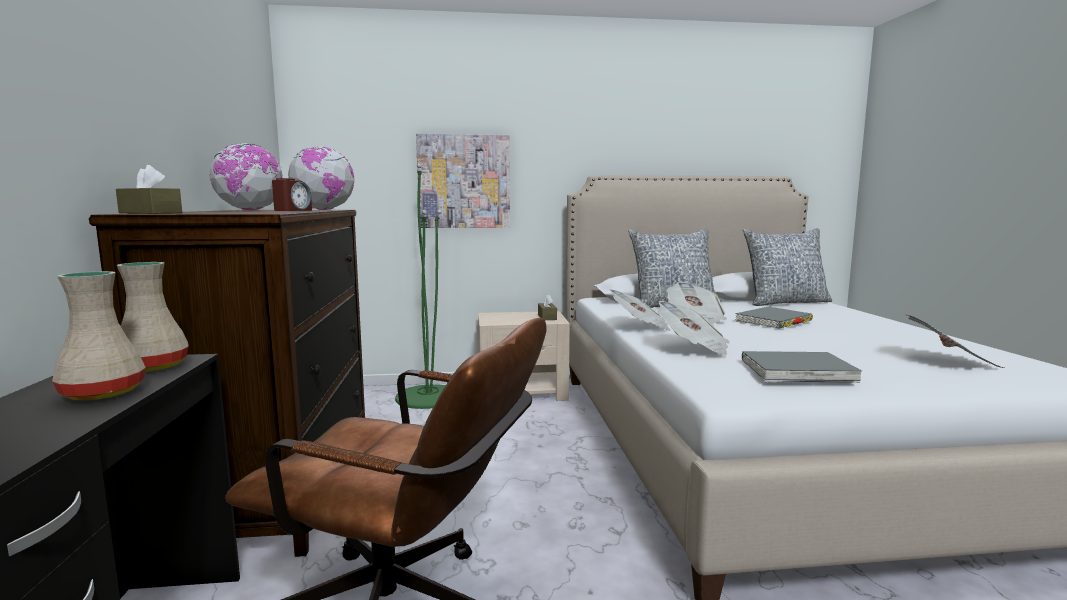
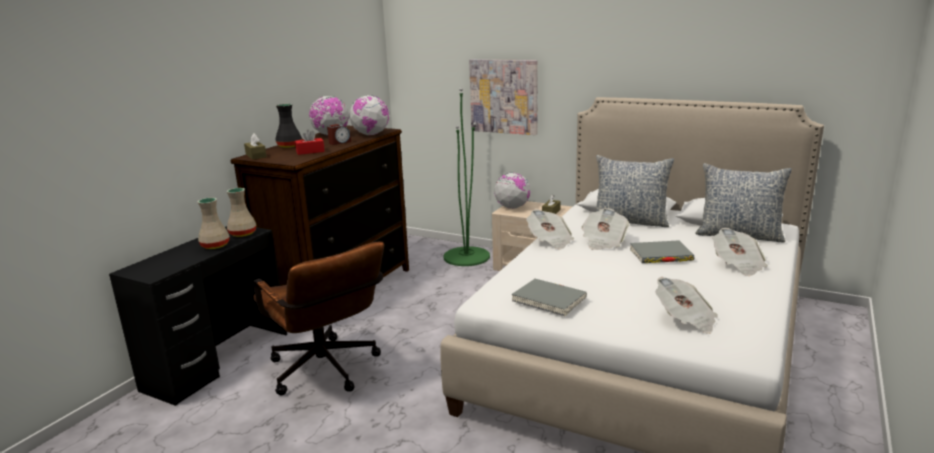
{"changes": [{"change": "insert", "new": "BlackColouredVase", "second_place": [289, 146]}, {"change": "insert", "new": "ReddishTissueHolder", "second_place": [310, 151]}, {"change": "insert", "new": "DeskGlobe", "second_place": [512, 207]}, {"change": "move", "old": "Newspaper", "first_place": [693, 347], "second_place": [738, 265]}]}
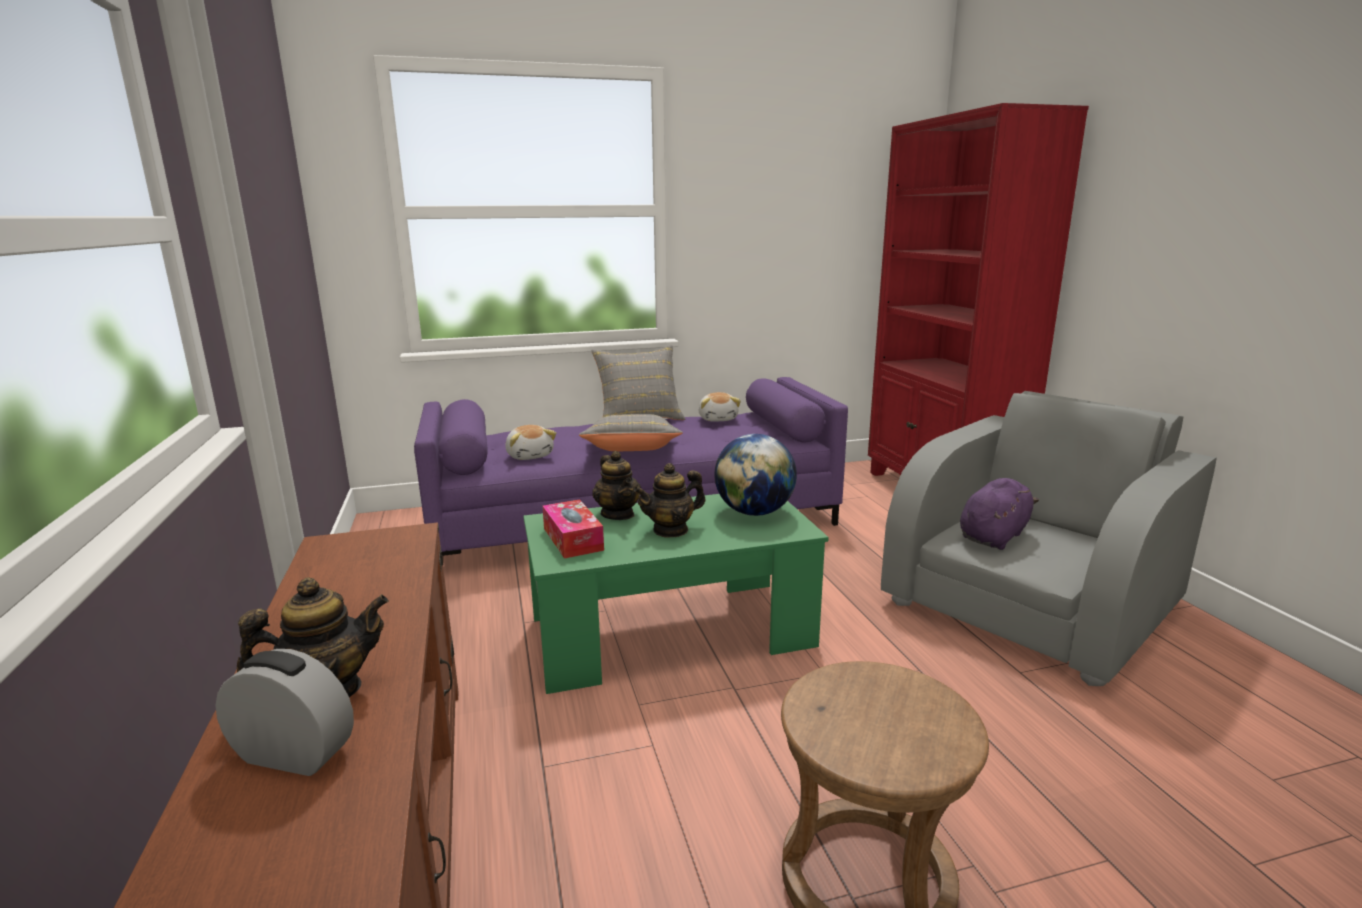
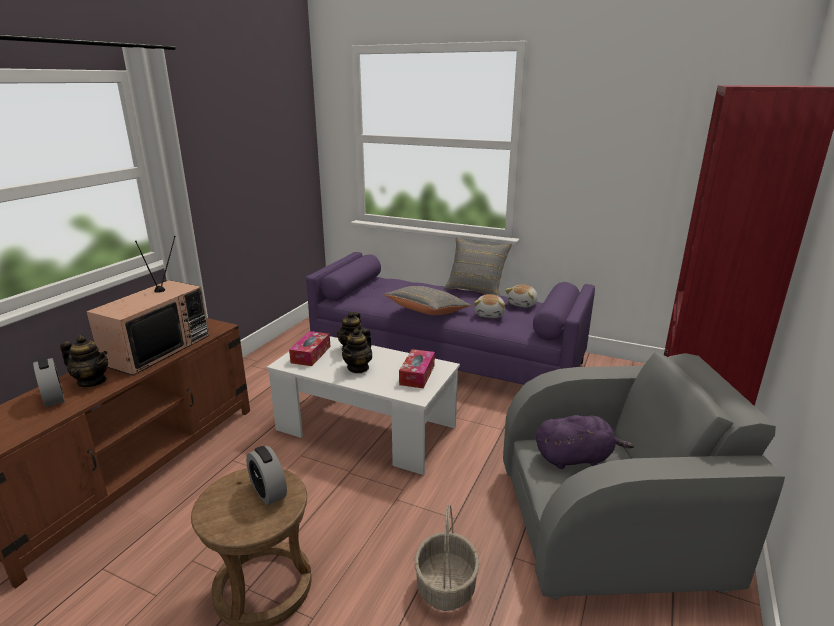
{"changes": [{"change": "insert", "new": "Tv", "second_place": [157, 348]}, {"change": "insert", "new": "BedsideClock", "second_place": [268, 492]}, {"change": "recolor", "old": "GreenishLowTable", "new": "WhiteColouredLowTable", "first_place": [671, 632], "second_place": [366, 428]}, {"change": "rotate", "old": "TeaPot", "first_place": [671, 530], "second_place": [358, 368], "degrees": -75}, {"change": "replace", "old": "DeskGlobe", "new": "TissueHolder", "first_place": [754, 512], "second_place": [417, 375]}, {"change": "insert", "new": "Basket", "second_place": [446, 587]}, {"change": "move", "old": "PlushToy", "first_place": [530, 455], "second_place": [490, 314]}]}
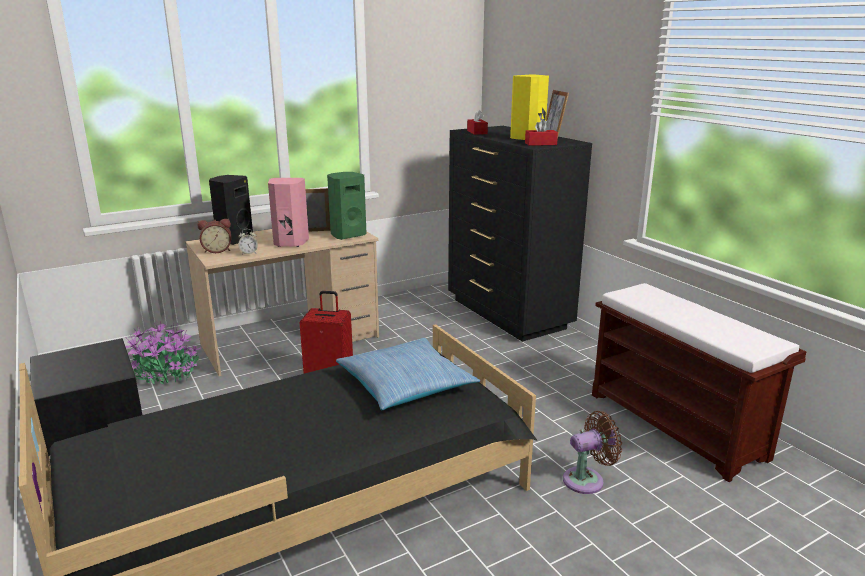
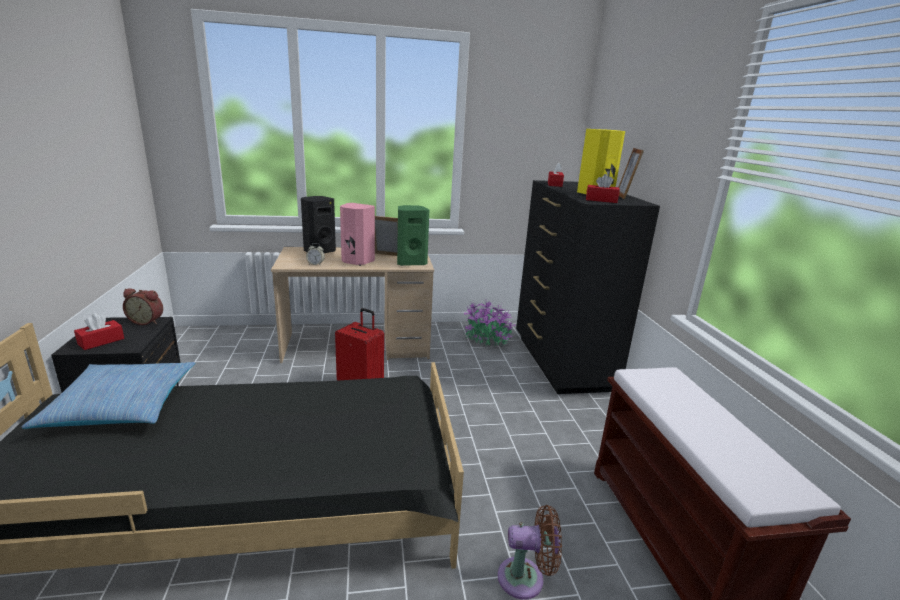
{"changes": [{"change": "move", "old": "ThrowPillow", "first_place": [406, 384], "second_place": [122, 405]}, {"change": "insert", "new": "ReddishTissueHolder", "second_place": [101, 341]}, {"change": "move", "old": "BedsideClock", "first_place": [217, 250], "second_place": [147, 321]}, {"change": "move", "old": "PlantInAPot", "first_place": [165, 374], "second_place": [486, 339]}]}
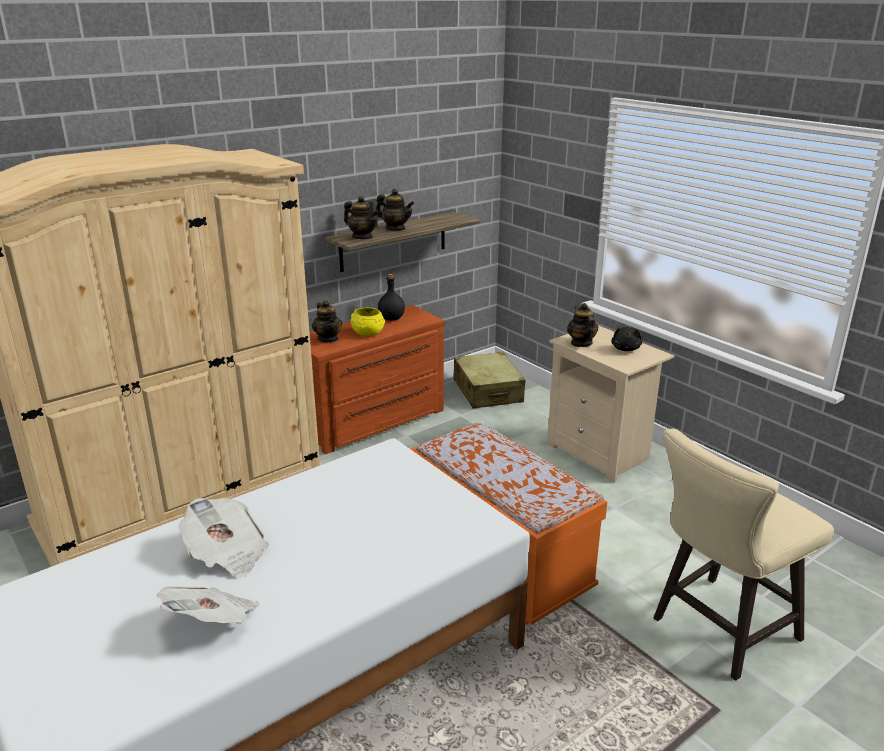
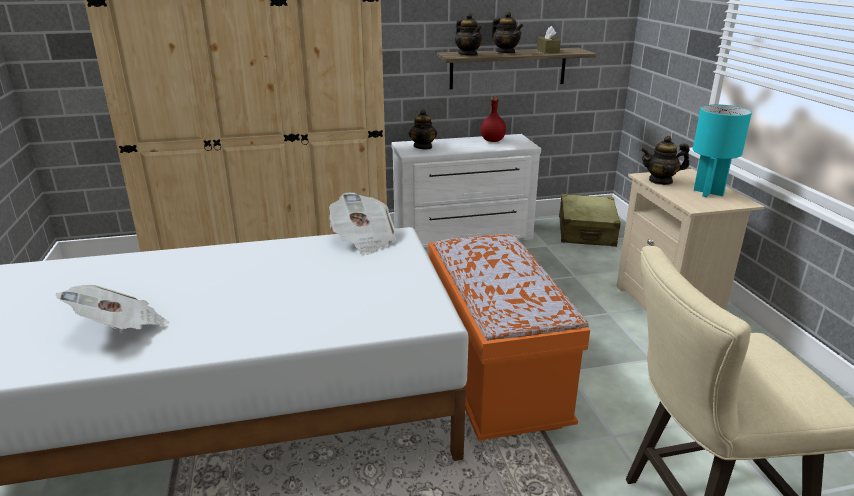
{"changes": [{"change": "move", "old": "Newspaper", "first_place": [227, 554], "second_place": [363, 240]}, {"change": "recolor", "old": "BrownColouredDrawerChest", "new": "WhiteColouredDrawerChest", "first_place": [374, 422], "second_place": [464, 236]}, {"change": "recolor", "old": "BlackColouredBottle", "new": "ReddishBottle", "first_place": [392, 318], "second_place": [493, 141]}, {"change": "insert", "new": "BrownColouredTissueHolder", "second_place": [547, 51]}, {"change": "rotate", "old": "TeaPot", "first_place": [581, 343], "second_place": [661, 181], "degrees": -105}, {"change": "replace", "old": "BlackColouredPlushToy", "new": "BlueGreenLampForATable", "first_place": [626, 349], "second_place": [709, 192]}, {"change": "delete", "old": "YellowColouredServingBowl", "first_place": [367, 333]}]}
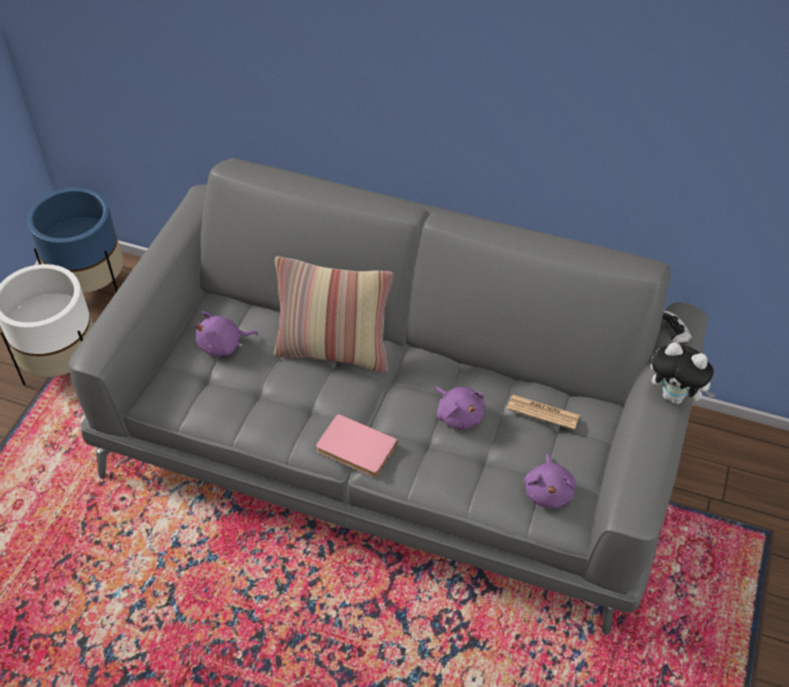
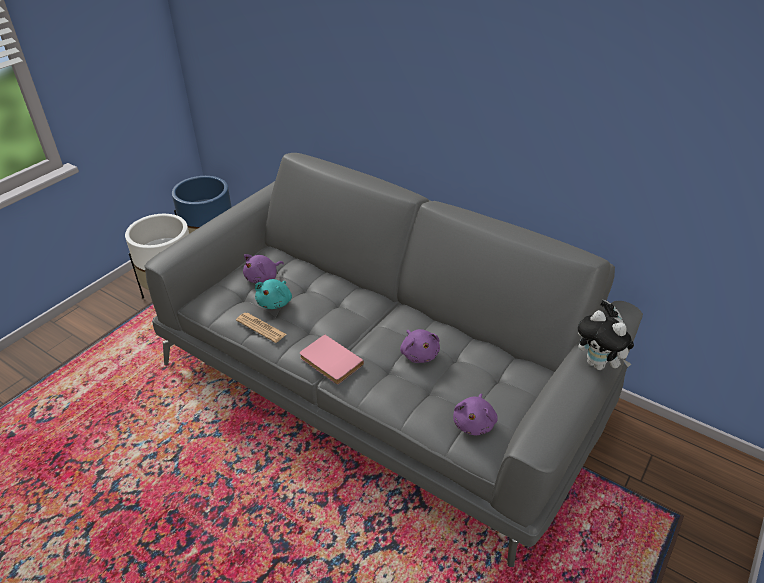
{"changes": [{"change": "move", "old": "Newspaper", "first_place": [543, 412], "second_place": [261, 328]}, {"change": "rotate", "old": "PurplishPlushToy", "first_place": [223, 345], "second_place": [263, 278], "degrees": -45}, {"change": "insert", "new": "BlueGreenPlushToy", "second_place": [275, 302]}, {"change": "delete", "old": "ThrowPillow", "first_place": [334, 351]}]}
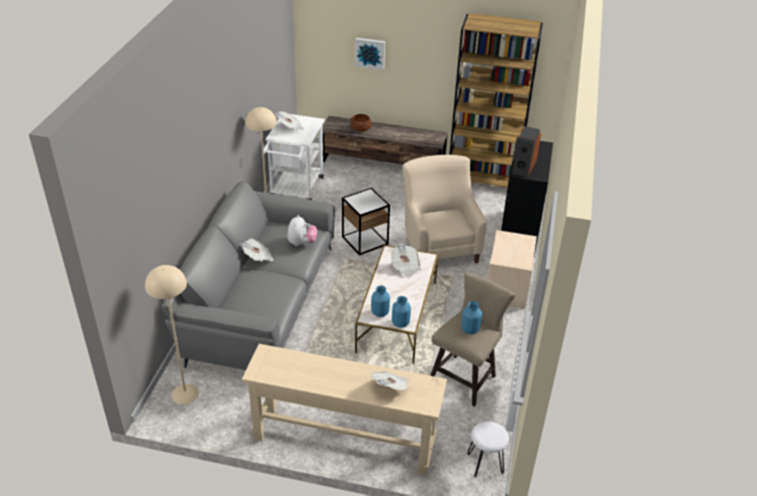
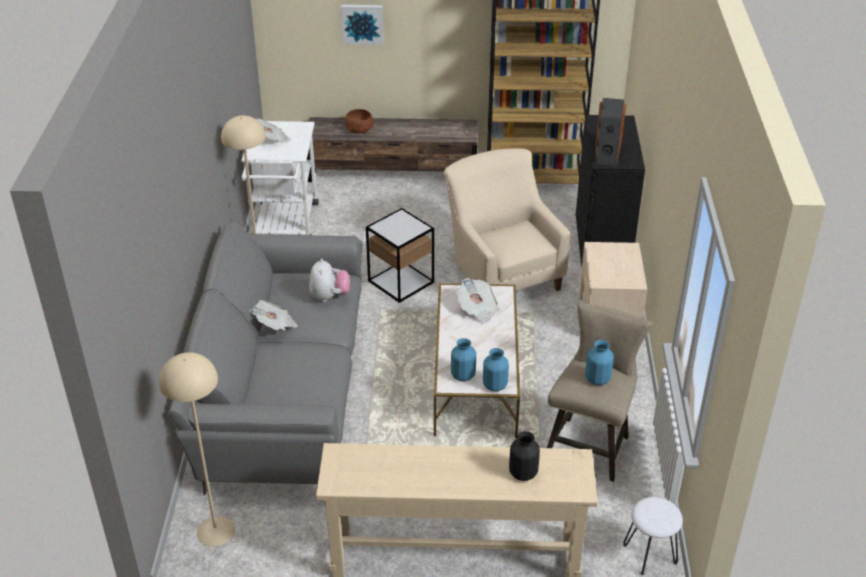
{"changes": [{"change": "replace", "old": "Newspaper", "new": "BlackColouredVase", "first_place": [391, 387], "second_place": [523, 473]}]}
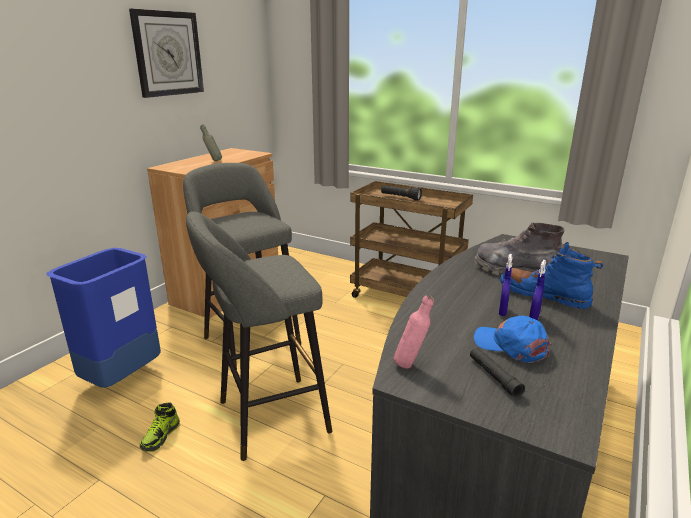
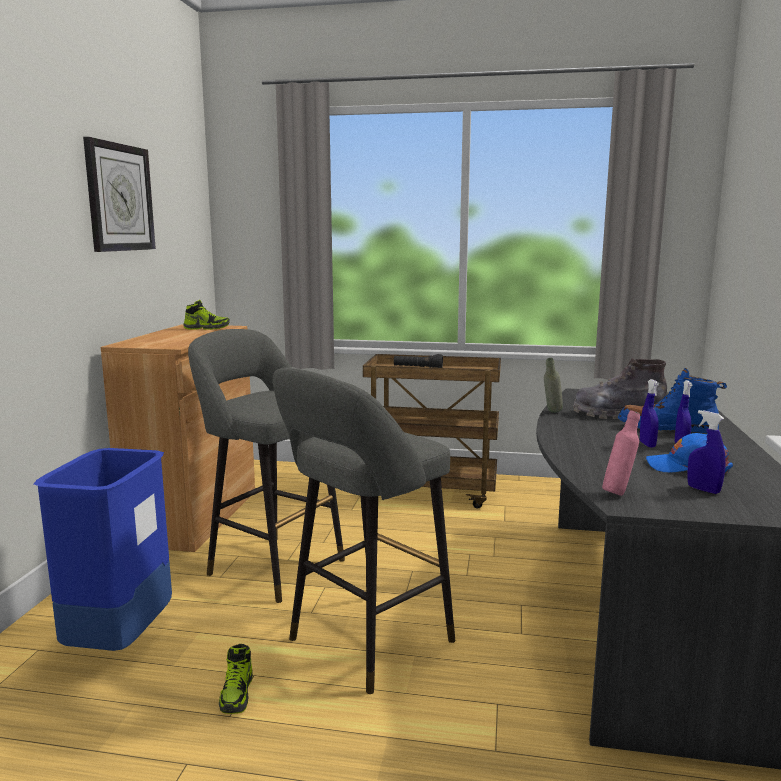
{"changes": [{"change": "insert", "new": "Shoe", "second_place": [206, 328]}, {"change": "move", "old": "GreyBottle", "first_place": [213, 161], "second_place": [551, 413]}, {"change": "replace", "old": "BlackColouredFlashlight", "new": "BlueColouredHandSprayer", "first_place": [494, 376], "second_place": [703, 490]}]}
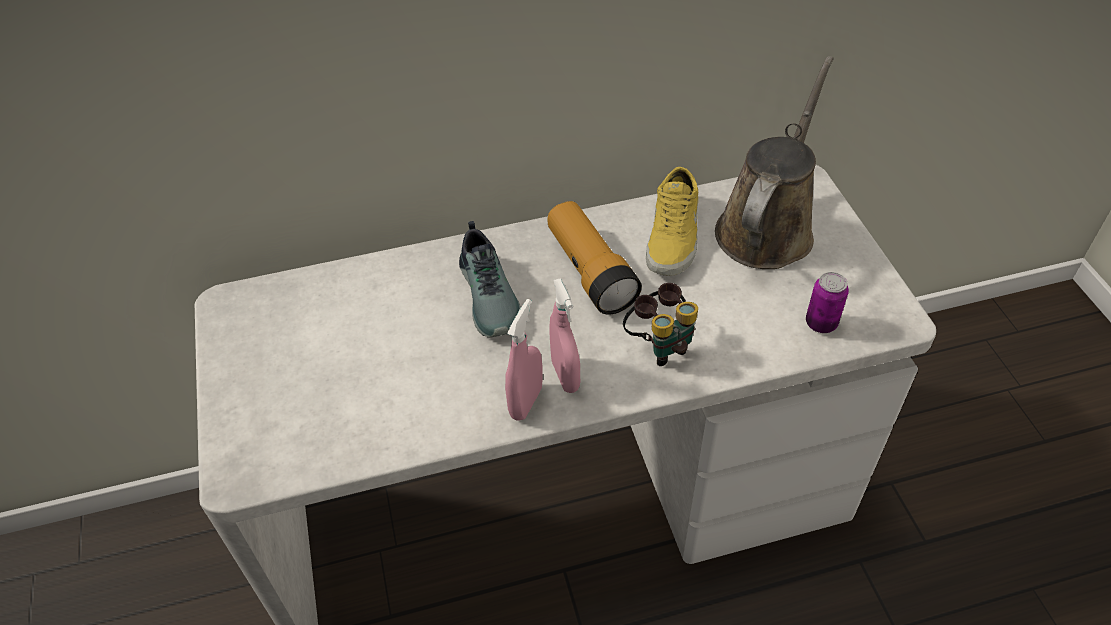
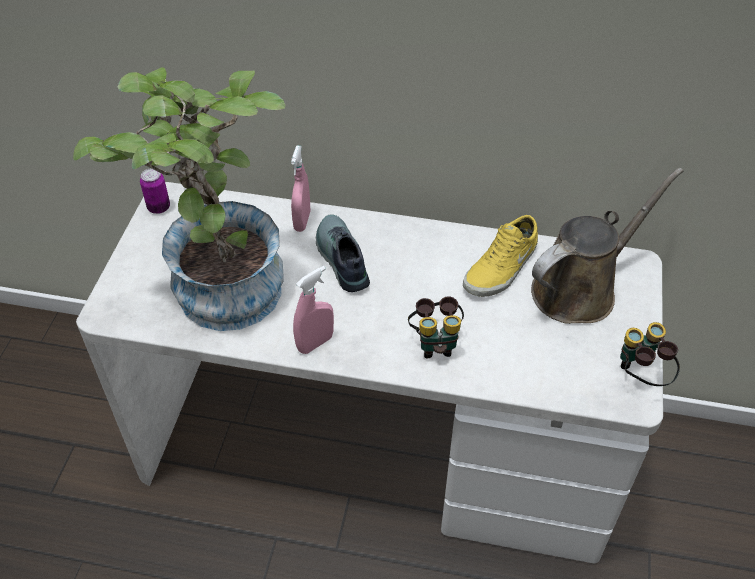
{"changes": [{"change": "insert", "new": "PlantInAPot", "second_place": [218, 282]}, {"change": "move", "old": "Can", "first_place": [821, 323], "second_place": [159, 207]}, {"change": "move", "old": "PinkColouredHandSprayer", "first_place": [565, 376], "second_place": [302, 221]}, {"change": "rotate", "old": "Shoe", "first_place": [491, 295], "second_place": [340, 259], "degrees": 150}, {"change": "insert", "new": "FieldGlasses", "second_place": [640, 377]}, {"change": "delete", "old": "Flashlight", "first_place": [590, 271]}]}
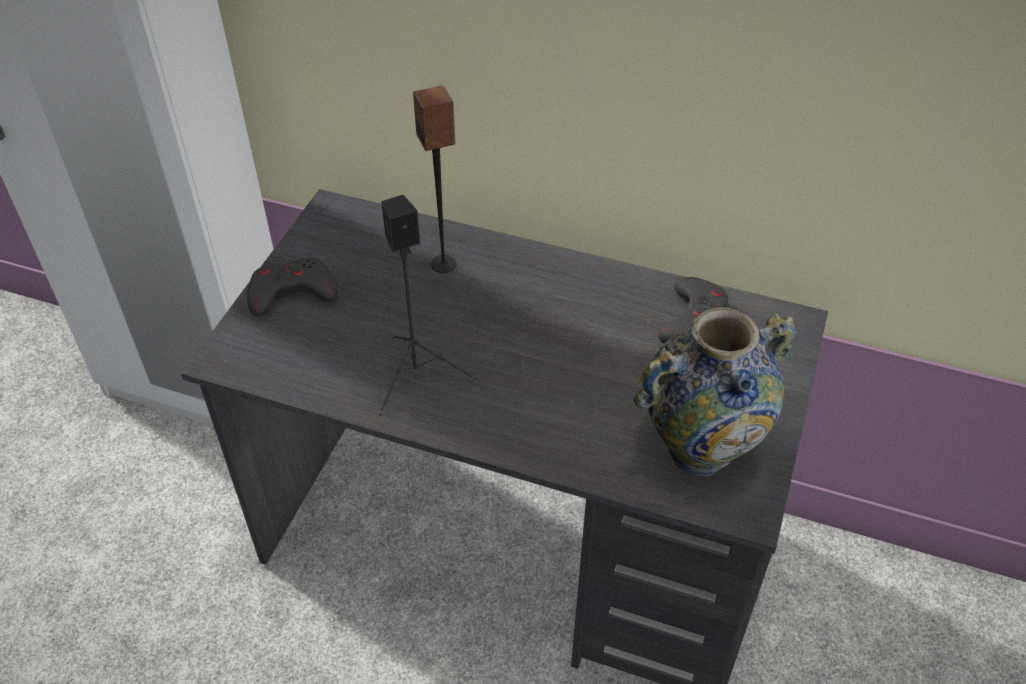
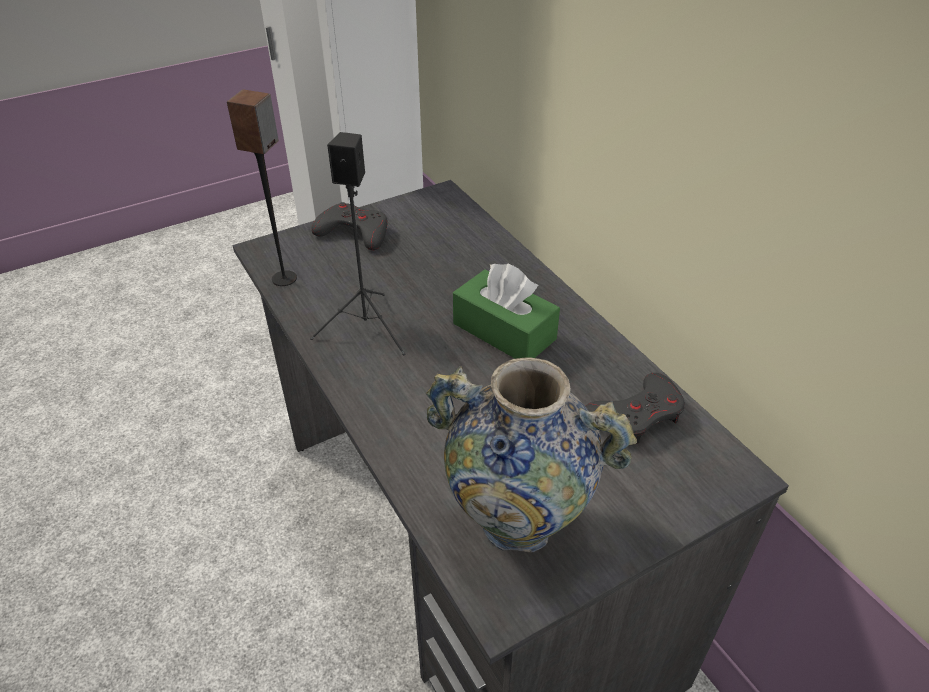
{"changes": [{"change": "move", "old": "AudioSpeaker", "first_place": [444, 264], "second_place": [284, 279]}, {"change": "insert", "new": "GreenishTissueHolder", "second_place": [504, 331]}]}
